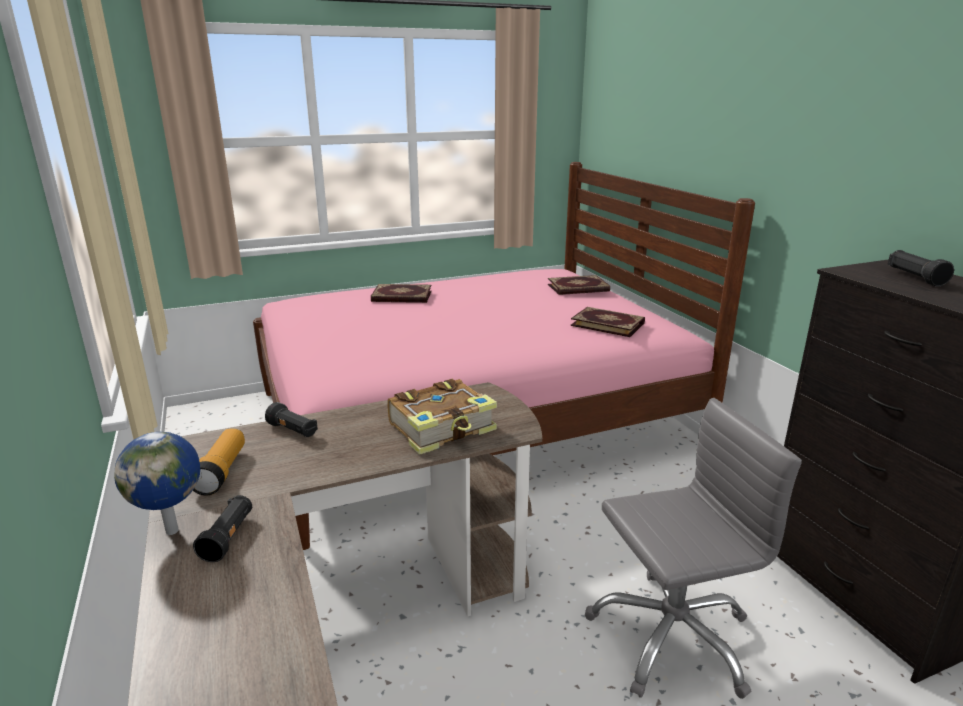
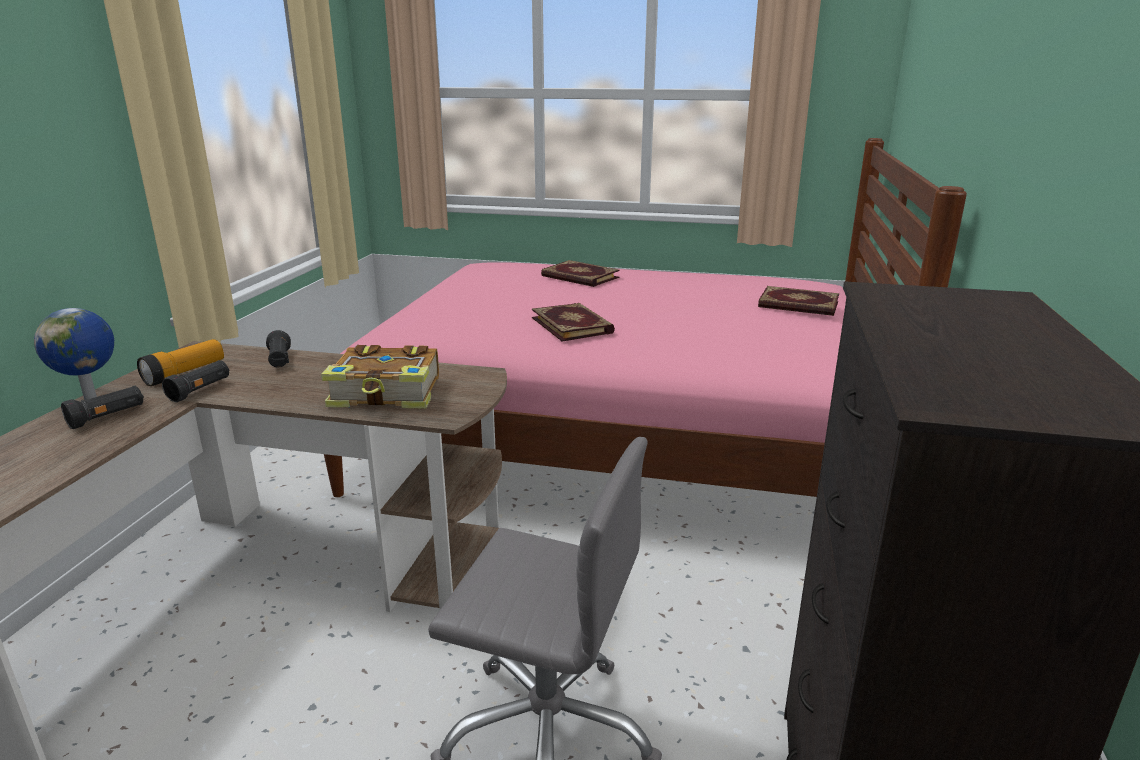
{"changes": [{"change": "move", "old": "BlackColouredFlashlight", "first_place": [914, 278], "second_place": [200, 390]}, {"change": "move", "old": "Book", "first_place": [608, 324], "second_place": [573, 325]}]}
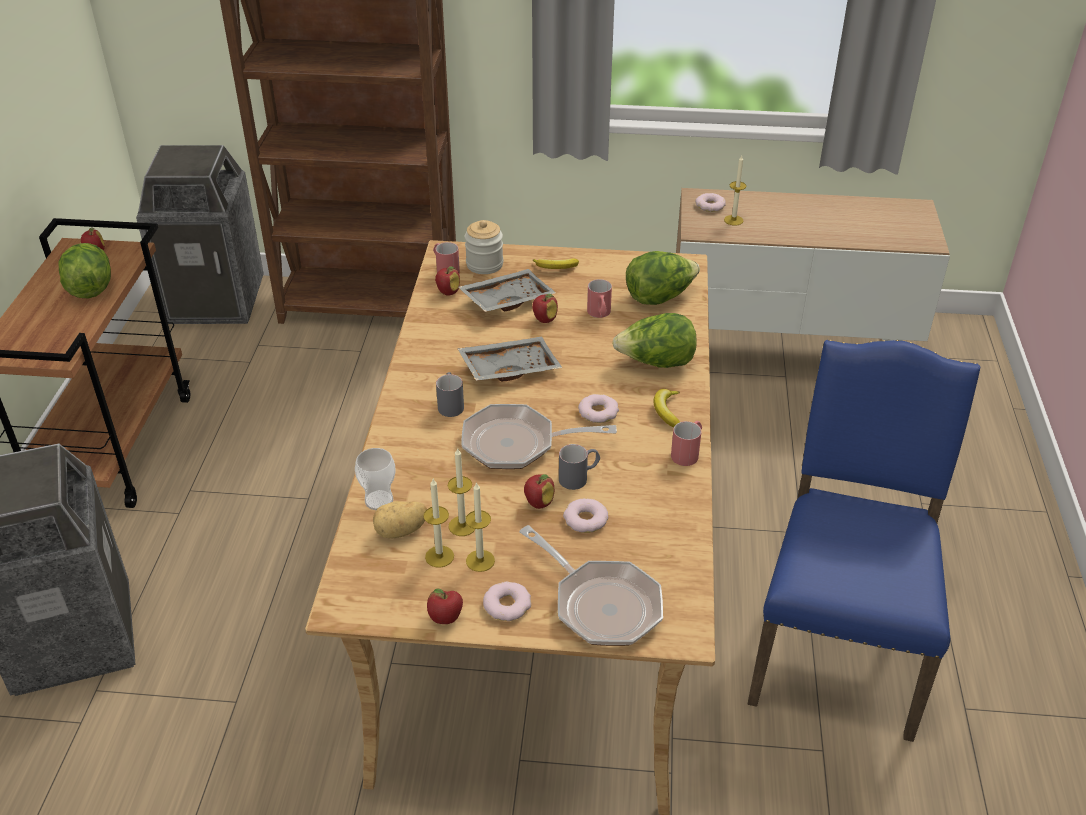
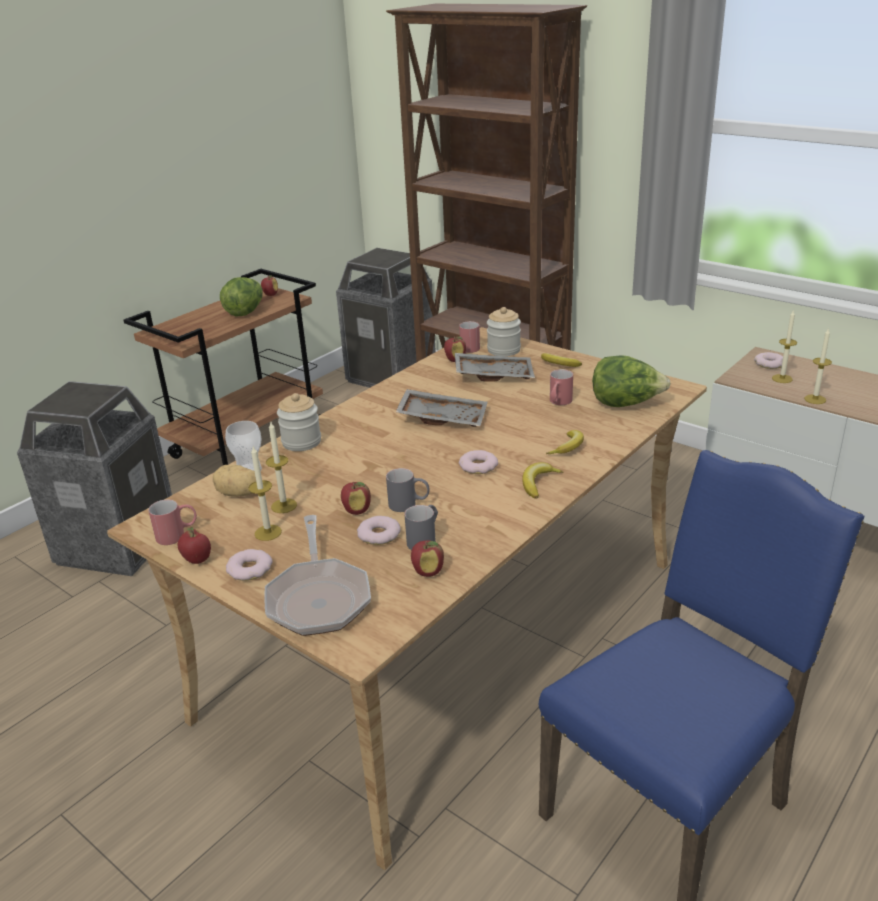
{"changes": [{"change": "move", "old": "ReddishCoffeeMug", "first_place": [687, 452], "second_place": [178, 535]}, {"change": "insert", "new": "PreserveJar", "second_place": [301, 442]}, {"change": "move", "old": "GreyCoffeeMug", "first_place": [450, 404], "second_place": [425, 539]}, {"change": "move", "old": "Apple", "first_place": [544, 319], "second_place": [428, 572]}, {"change": "replace", "old": "HeadOfLettuce", "new": "Banana", "first_place": [656, 363], "second_place": [568, 447]}, {"change": "move", "old": "Candle", "first_place": [439, 556], "second_place": [815, 399]}, {"change": "delete", "old": "FryingPan", "first_place": [517, 444]}]}
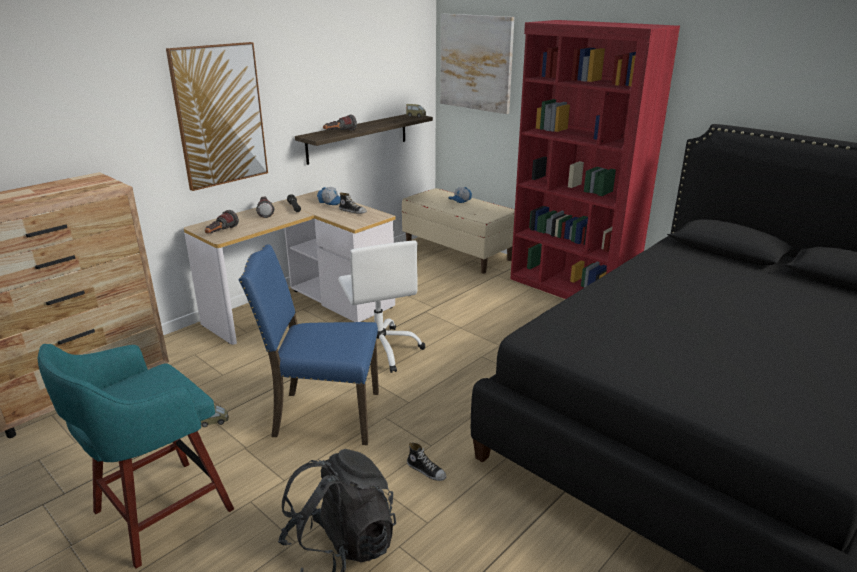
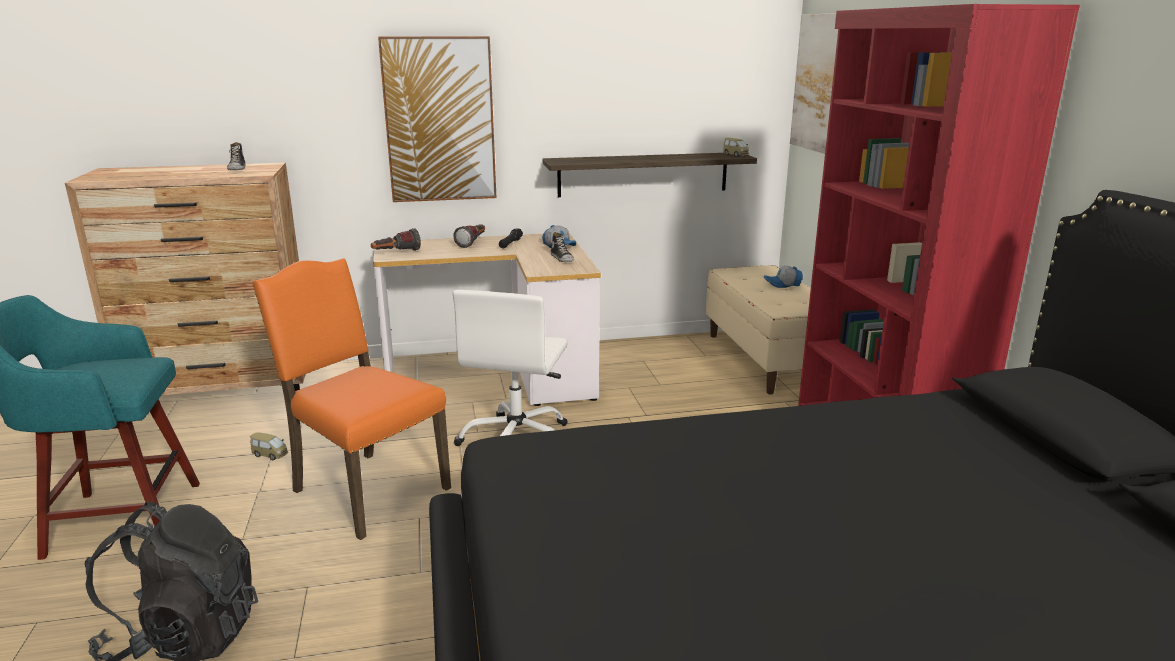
{"changes": [{"change": "move", "old": "Shoe", "first_place": [426, 470], "second_place": [237, 169]}, {"change": "recolor", "old": "BlueColouredUprightChair", "new": "OrangeColouredUprightChair", "first_place": [324, 415], "second_place": [366, 490]}, {"change": "delete", "old": "Flashlight", "first_place": [339, 133]}]}
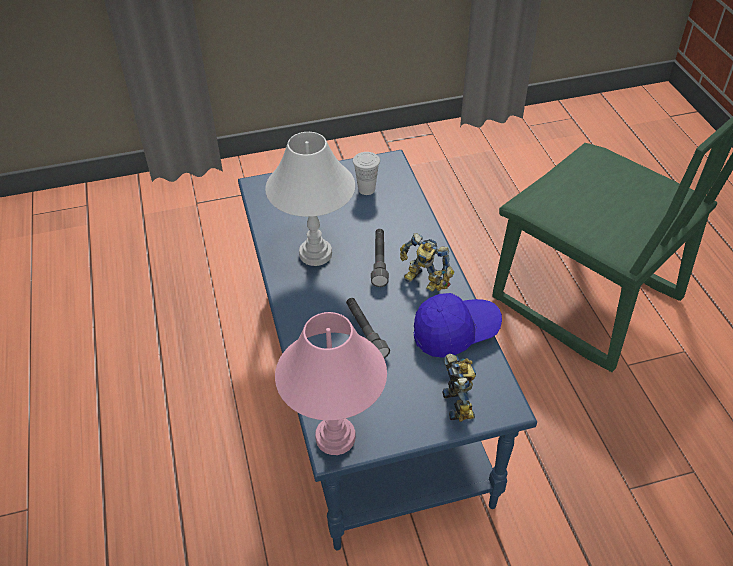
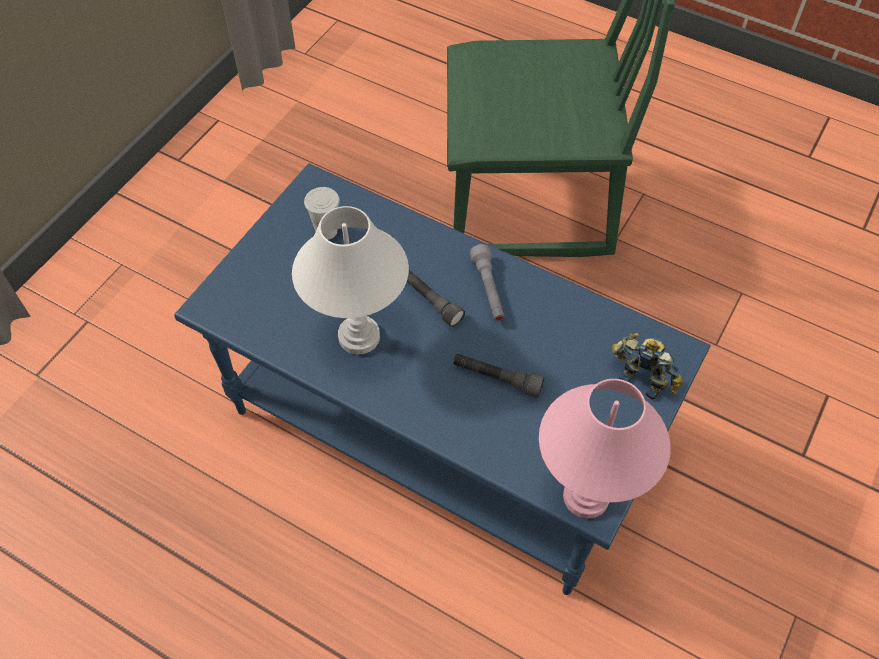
{"changes": [{"change": "replace", "old": "ToyRobot", "new": "GreyFlashlight", "first_place": [423, 282], "second_place": [488, 289]}, {"change": "delete", "old": "BlueColouredCap", "first_place": [455, 332]}]}
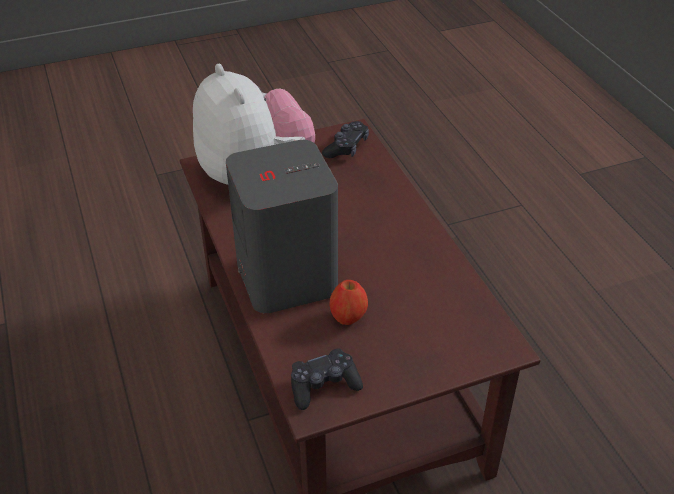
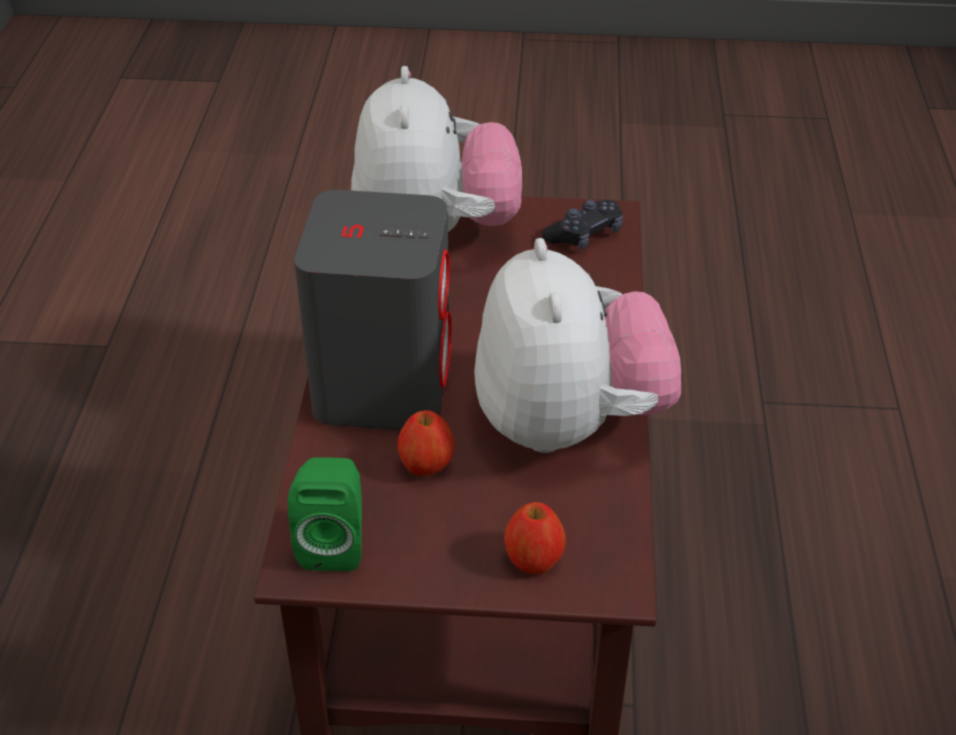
{"changes": [{"change": "replace", "old": "BlackColouredGameController", "new": "GreenishAudioSpeaker", "first_place": [324, 385], "second_place": [334, 543]}, {"change": "insert", "new": "PlushToy", "second_place": [568, 423]}, {"change": "insert", "new": "Apple", "second_place": [534, 560]}]}
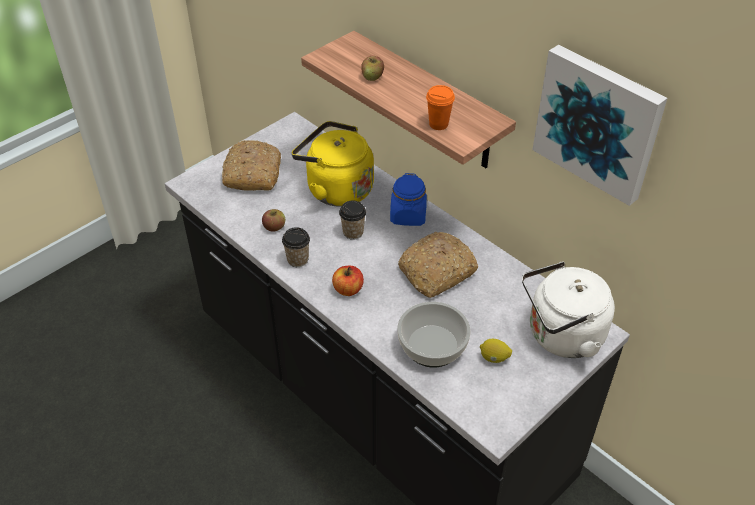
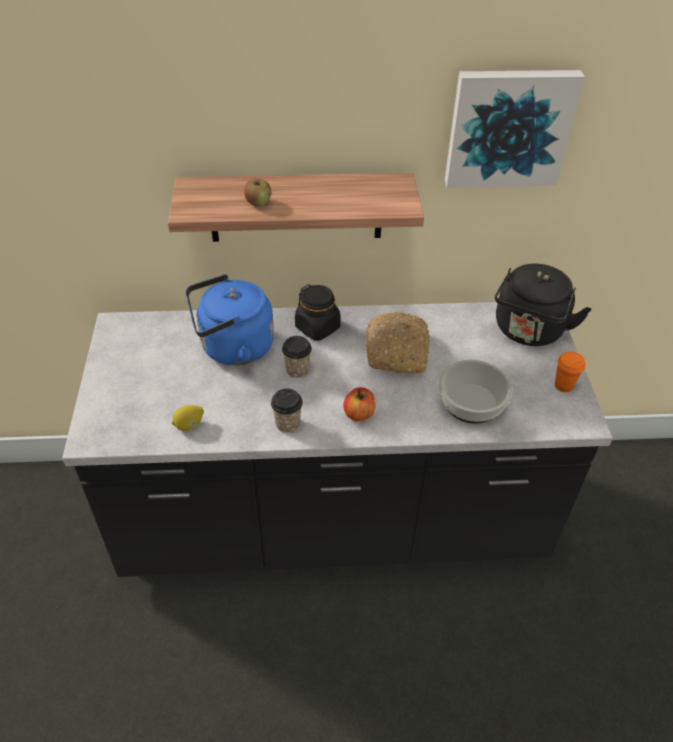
{"changes": [{"change": "move", "old": "Lemon", "first_place": [494, 358], "second_place": [189, 425]}, {"change": "recolor", "old": "YellowColouredWaterKettle", "new": "BlueColouredWaterKettle", "first_place": [336, 189], "second_place": [232, 348]}, {"change": "recolor", "old": "BlueColouredPreserveJar", "new": "BlackColouredPreserveJar", "first_place": [408, 215], "second_place": [318, 327]}, {"change": "recolor", "old": "WhiteColouredWaterKettle", "new": "BlackColouredWaterKettle", "first_place": [561, 336], "second_place": [528, 332]}, {"change": "move", "old": "OrangeColouredSmallCup", "first_place": [438, 124], "second_place": [563, 385]}, {"change": "delete", "old": "BakeryBread", "first_place": [252, 173]}, {"change": "delete", "old": "Apple", "first_place": [274, 227]}]}
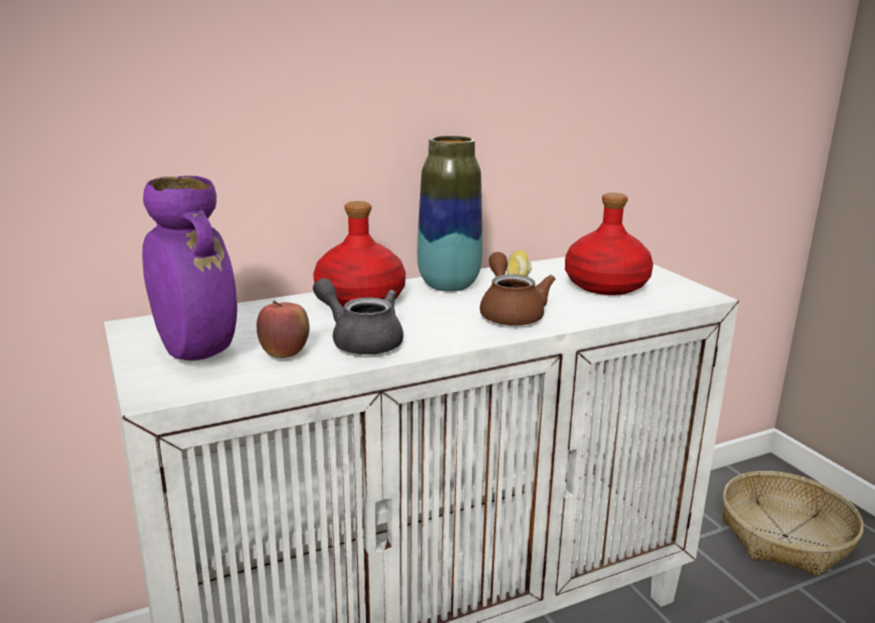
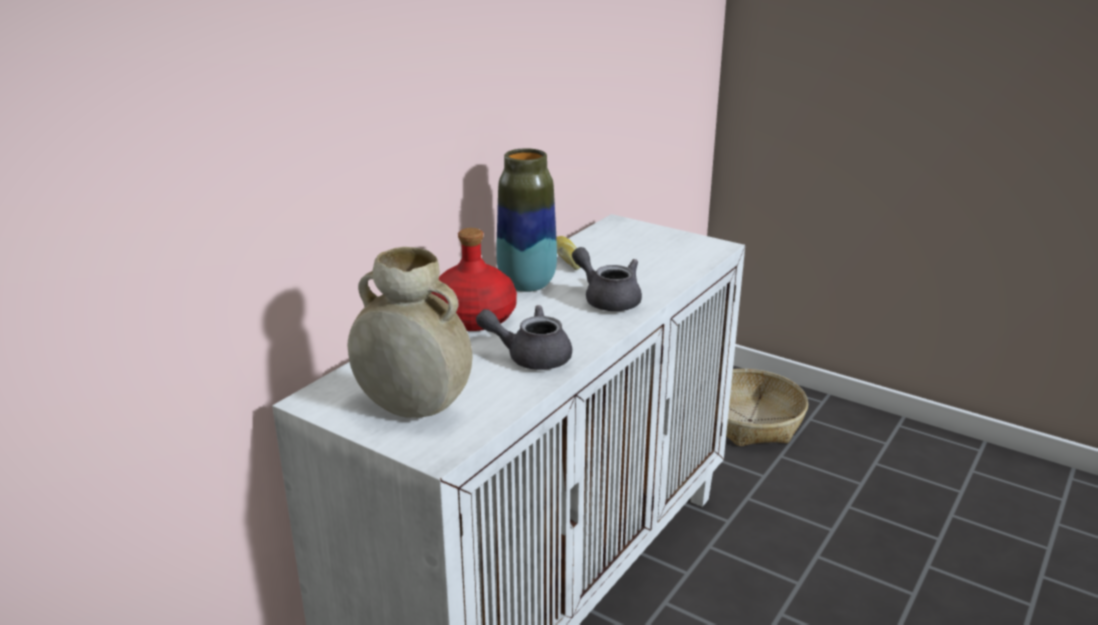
{"changes": [{"change": "recolor", "old": "PurplishVase", "new": "BeigeVase", "first_place": [194, 354], "second_place": [412, 409]}, {"change": "recolor", "old": "BrownColouredTeaPot", "new": "GreyTeaPot", "first_place": [510, 313], "second_place": [607, 299]}, {"change": "delete", "old": "Apple", "first_place": [285, 354]}, {"change": "delete", "old": "ReddishBottle", "first_place": [605, 285]}]}
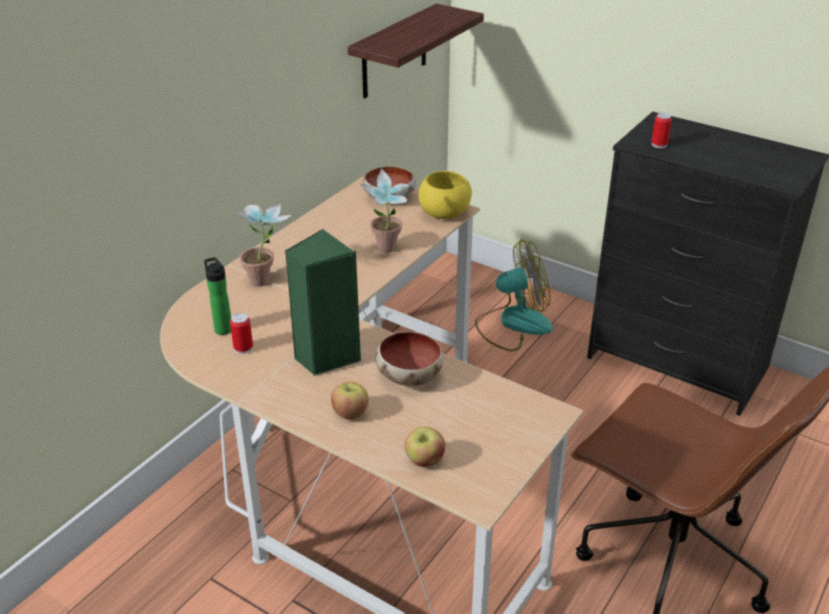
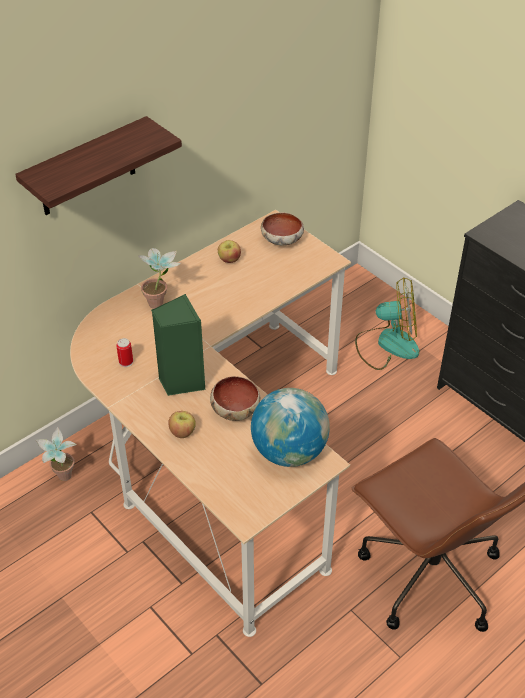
{"changes": [{"change": "move", "old": "BracketShelf", "first_place": [394, 52], "second_place": [87, 168]}, {"change": "move", "old": "PlantInAPot", "first_place": [387, 252], "second_place": [63, 480]}, {"change": "move", "old": "Apple", "first_place": [424, 461], "second_place": [229, 260]}, {"change": "insert", "new": "DeskGlobe", "second_place": [289, 451]}, {"change": "delete", "old": "Bottle", "first_place": [222, 328]}, {"change": "delete", "old": "YellowColouredServingBowl", "first_place": [445, 214]}, {"change": "delete", "old": "Can", "first_place": [659, 144]}]}
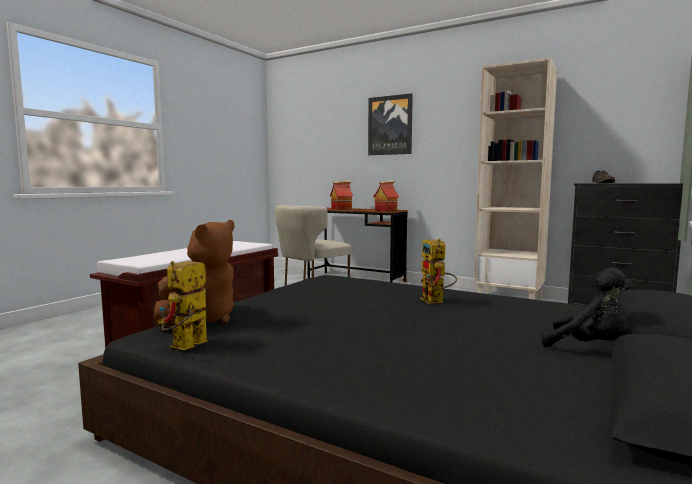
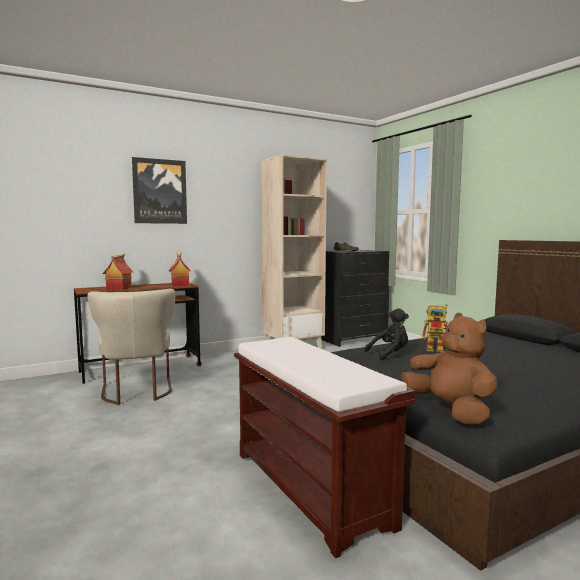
{"changes": [{"change": "move", "old": "BlackColouredPlushToy", "first_place": [590, 347], "second_place": [390, 354]}, {"change": "delete", "old": "ToyRobot", "first_place": [185, 347]}]}
